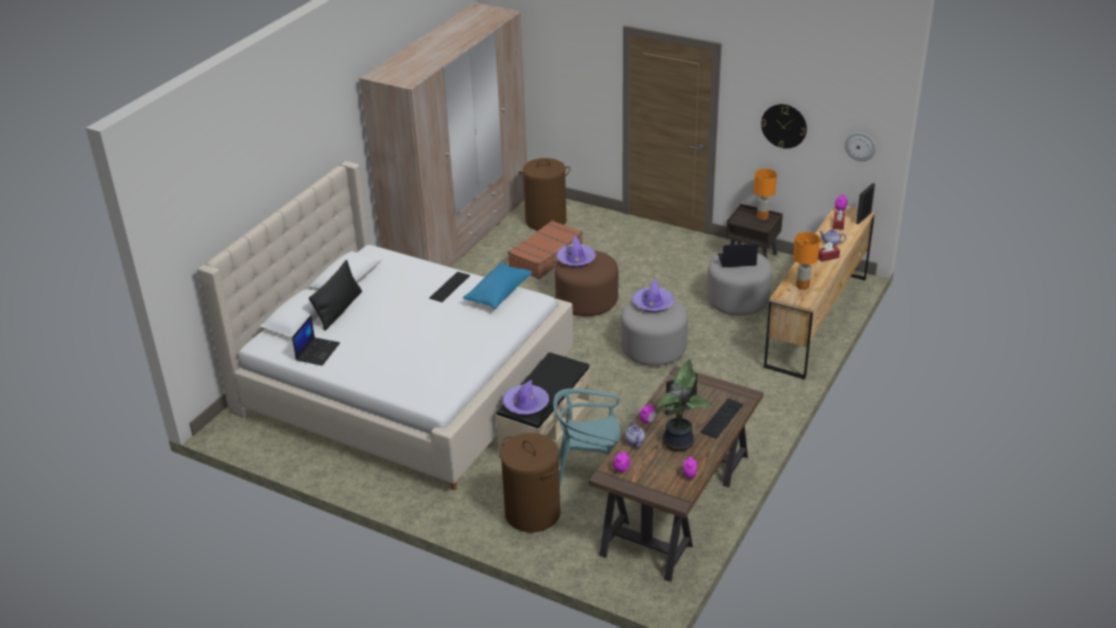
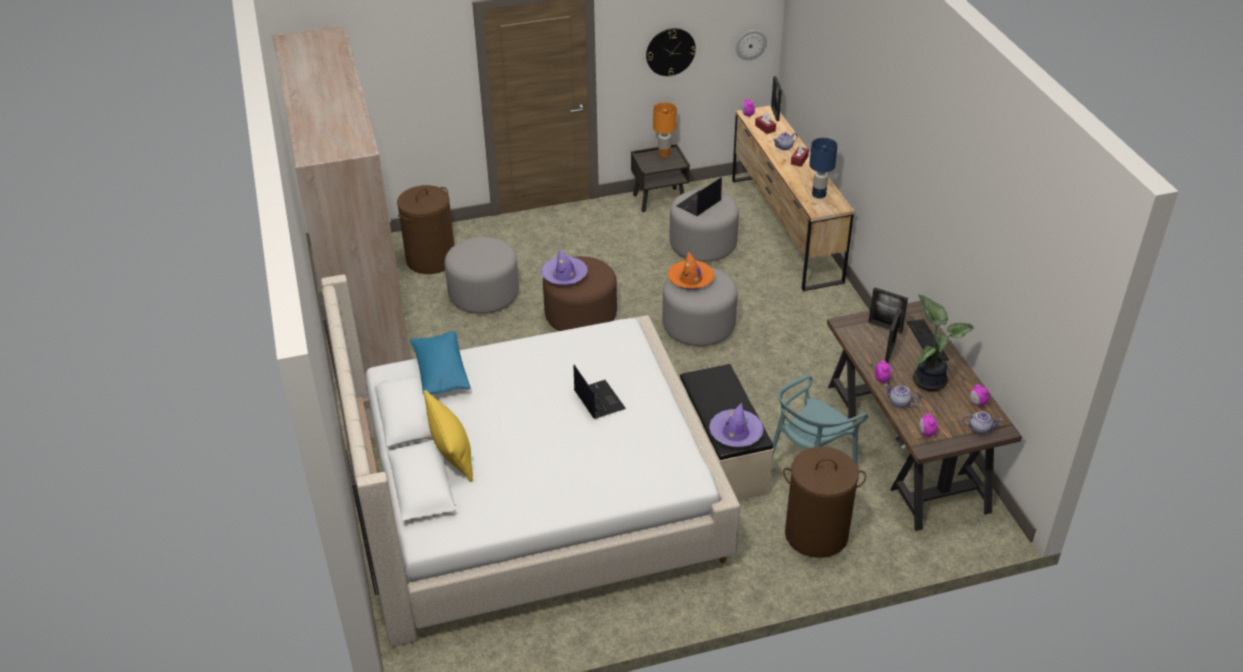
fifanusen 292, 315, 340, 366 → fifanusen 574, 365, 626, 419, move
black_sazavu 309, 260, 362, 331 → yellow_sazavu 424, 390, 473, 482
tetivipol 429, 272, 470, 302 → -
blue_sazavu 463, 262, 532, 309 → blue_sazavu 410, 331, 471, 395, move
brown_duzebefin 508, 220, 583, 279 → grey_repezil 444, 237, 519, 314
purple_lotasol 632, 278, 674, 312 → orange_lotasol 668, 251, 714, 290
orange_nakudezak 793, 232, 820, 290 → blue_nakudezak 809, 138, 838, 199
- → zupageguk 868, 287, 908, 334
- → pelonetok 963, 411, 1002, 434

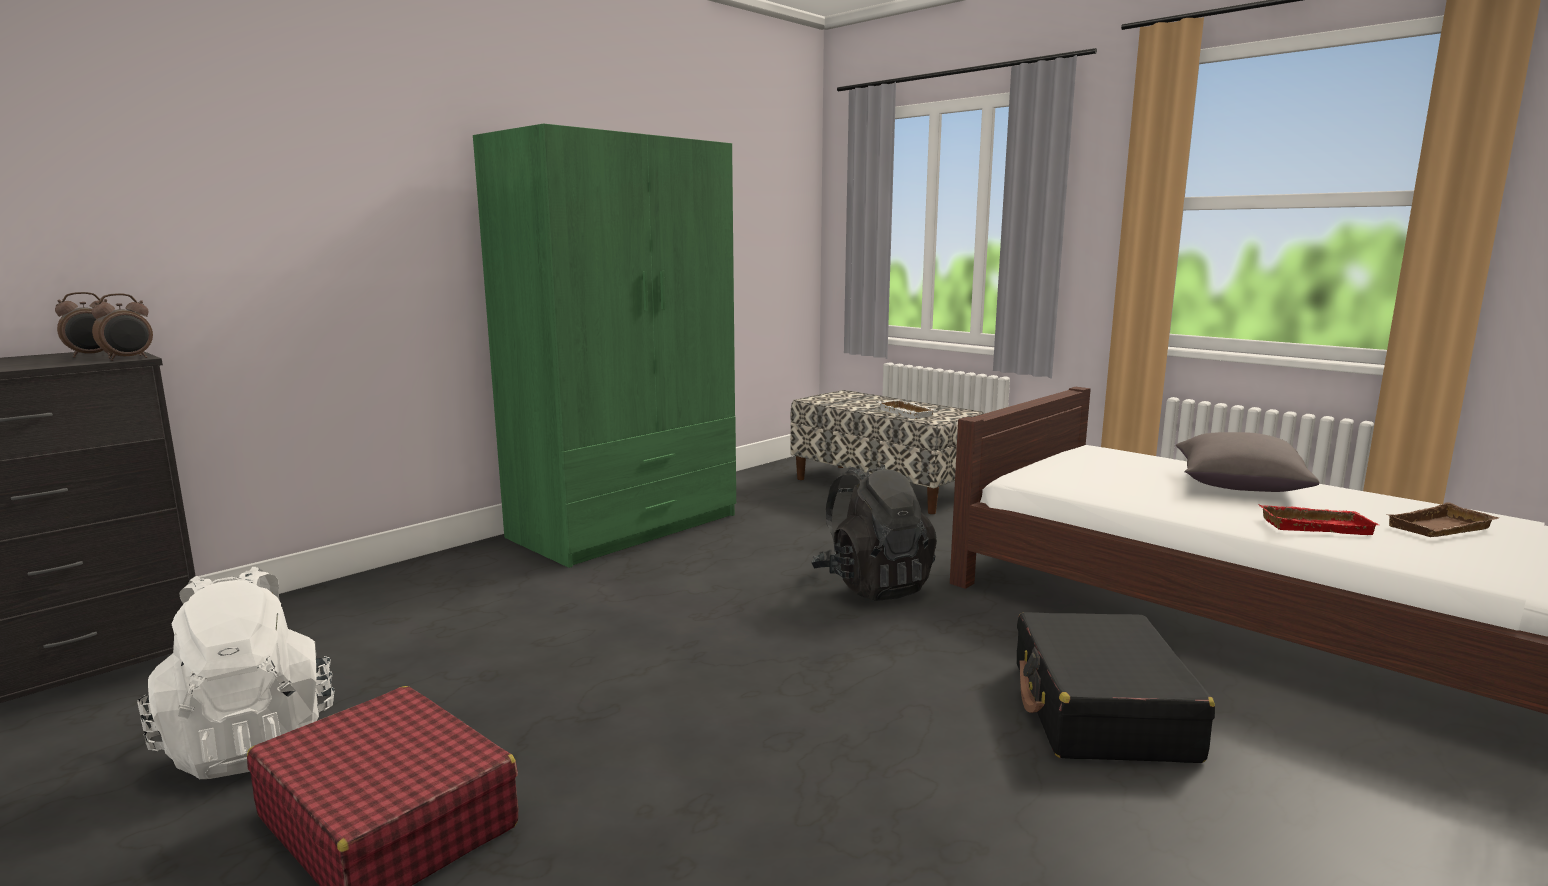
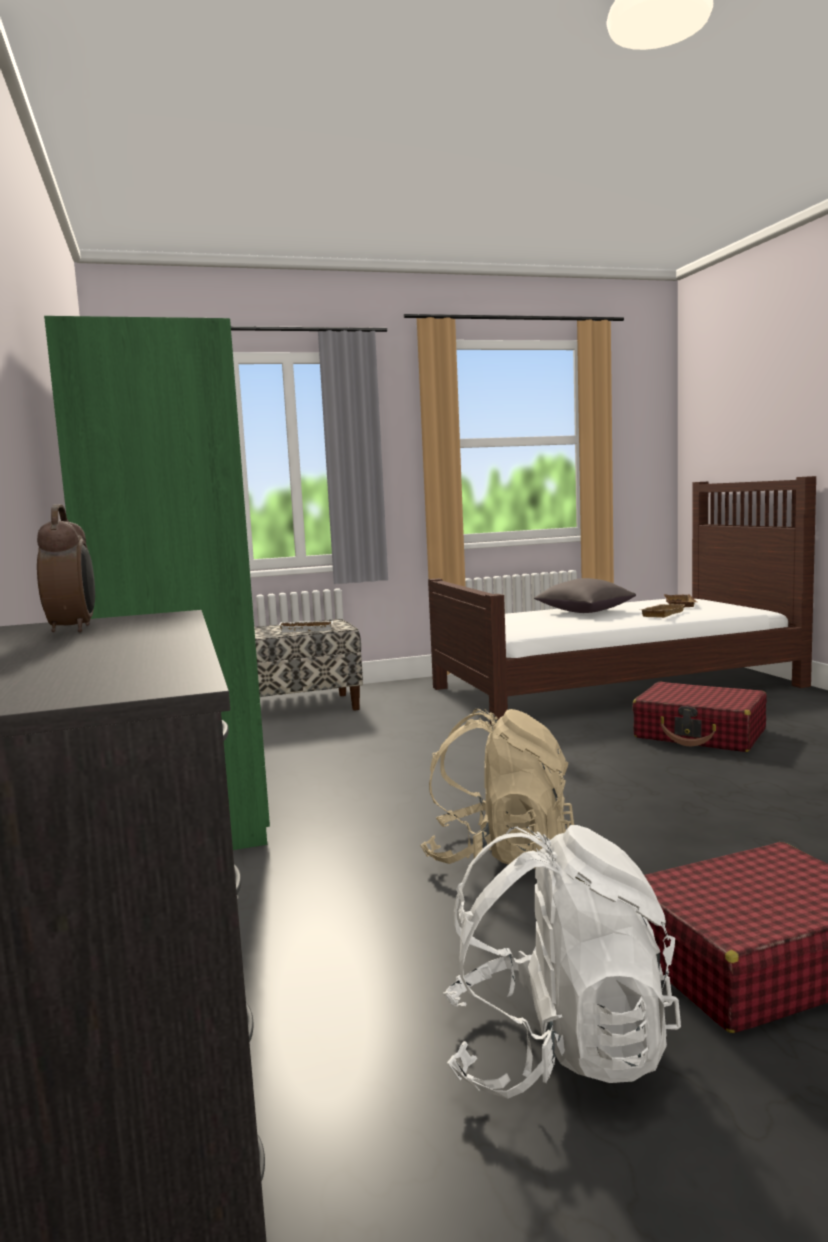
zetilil 92, 293, 153, 361 → -
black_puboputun 811, 464, 937, 601 → -
black_duzebefin 1017, 612, 1215, 763 → red_duzebefin 632, 682, 767, 752
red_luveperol 1259, 505, 1379, 535 → beige_luveperol 641, 604, 684, 618
- → beige_puboputun 420, 709, 574, 869

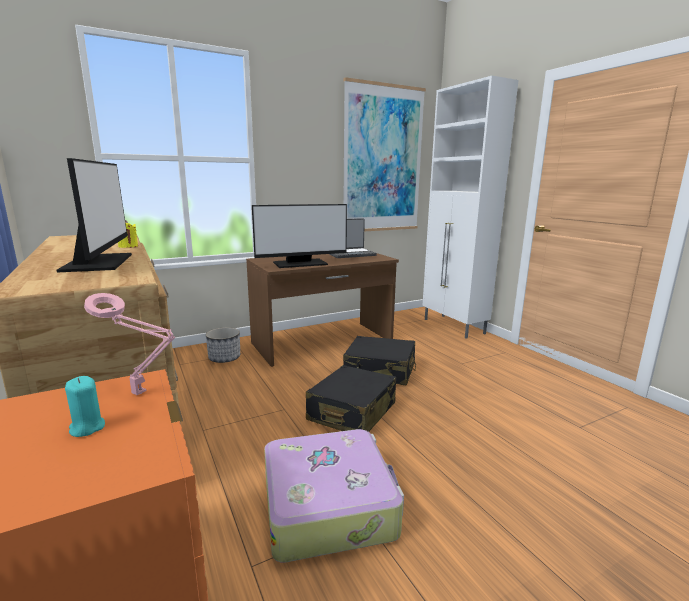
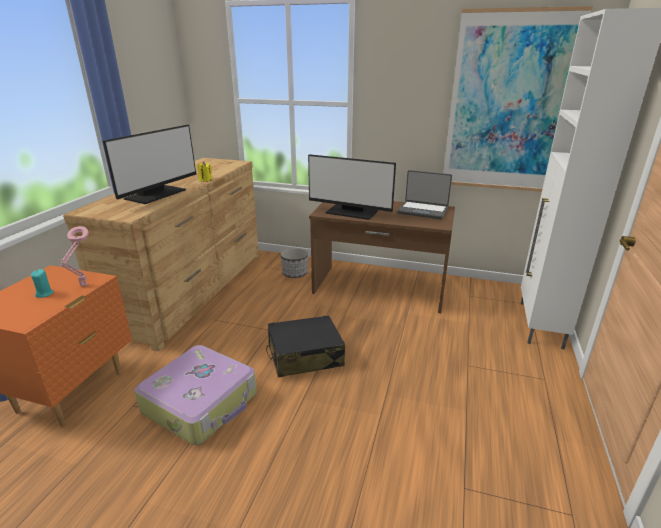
black_duzebefin 343, 336, 416, 385 → -

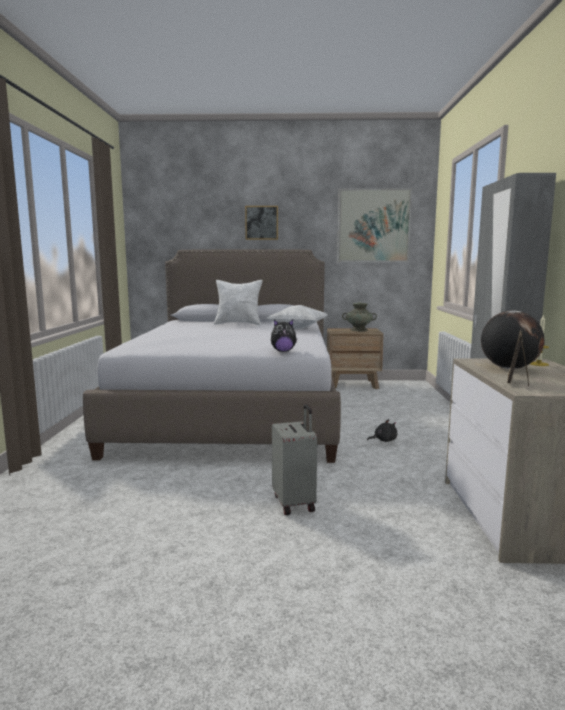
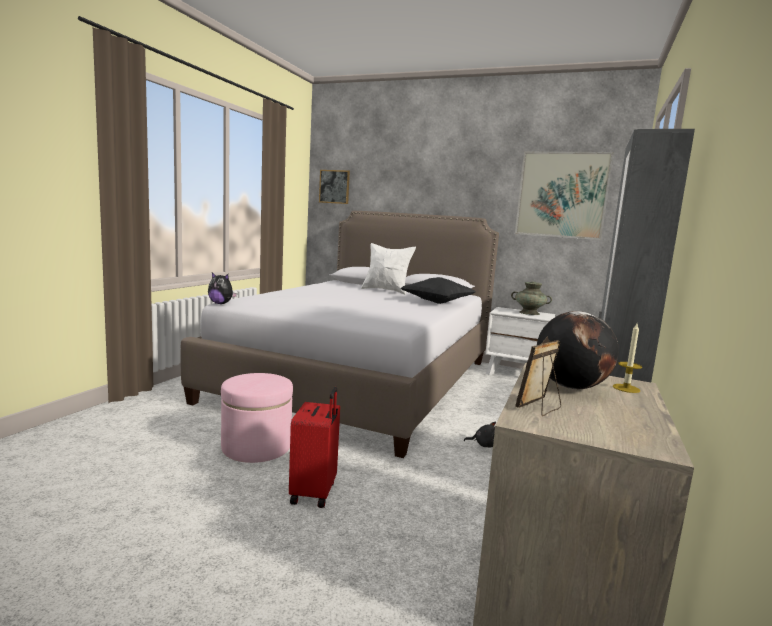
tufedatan 245, 206, 278, 240 → tufedatan 319, 170, 350, 204, move
white_sazavu 267, 305, 328, 329 → black_sazavu 401, 277, 476, 304
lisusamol 271, 320, 297, 352 → lisusamol 208, 273, 237, 304, move
grey_duzebefin 272, 404, 317, 515 → red_duzebefin 289, 387, 340, 508
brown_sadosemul 327, 328, 384, 389 → white_sadosemul 485, 307, 555, 375
- → pink_repezil 221, 373, 293, 463

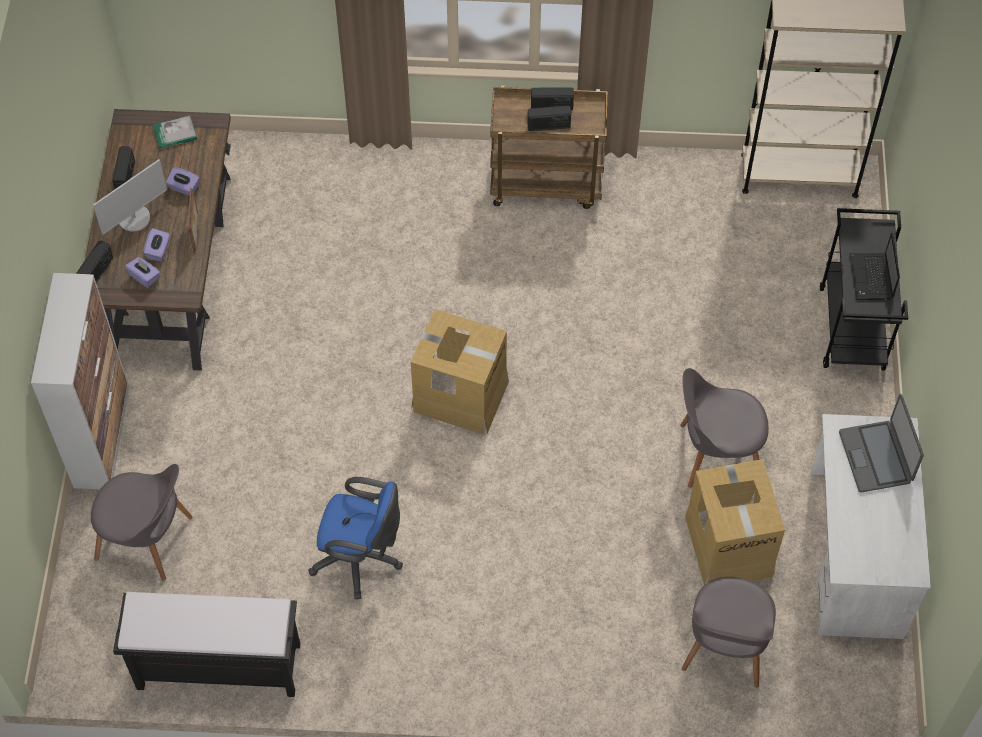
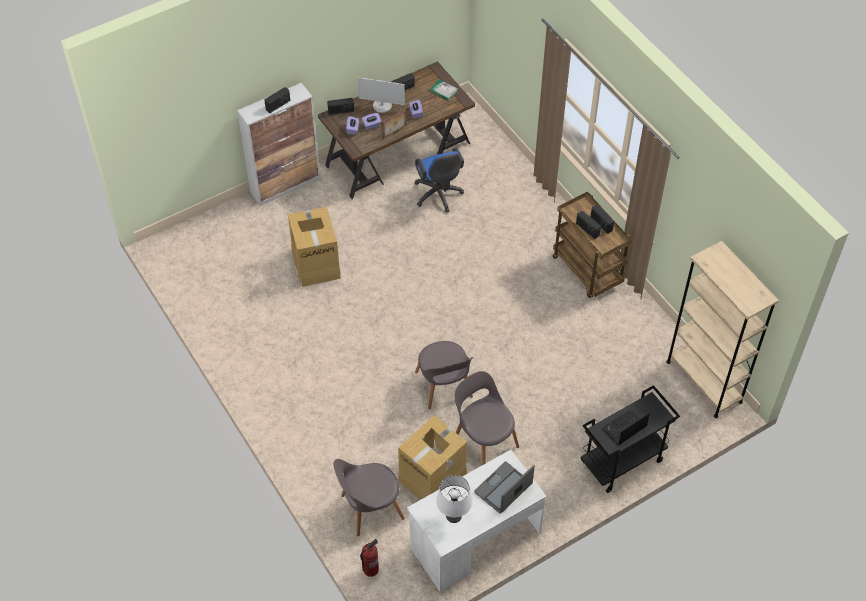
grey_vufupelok 91, 464, 192, 581 → grey_vufupelok 415, 341, 473, 409, move
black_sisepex 113, 592, 301, 697 → -
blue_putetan 308, 477, 403, 599 → blue_putetan 414, 148, 464, 213, move
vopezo 411, 309, 509, 435 → vopezo 288, 207, 341, 287, move
- → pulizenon 264, 87, 290, 113
- → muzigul 360, 539, 379, 577
- → white_nakudezak 436, 475, 473, 523

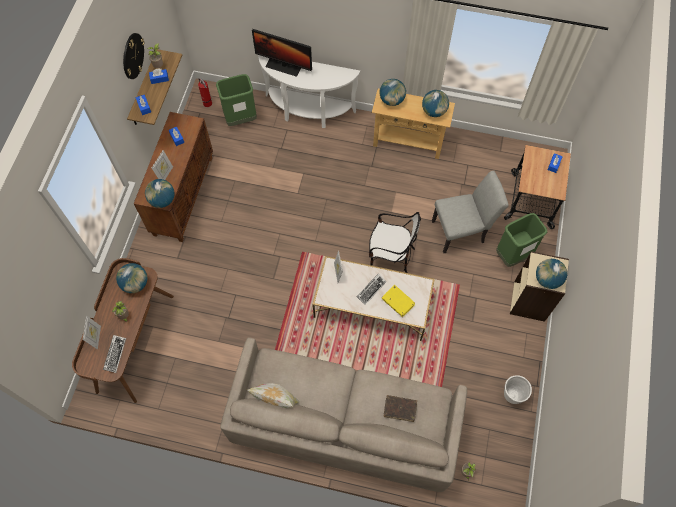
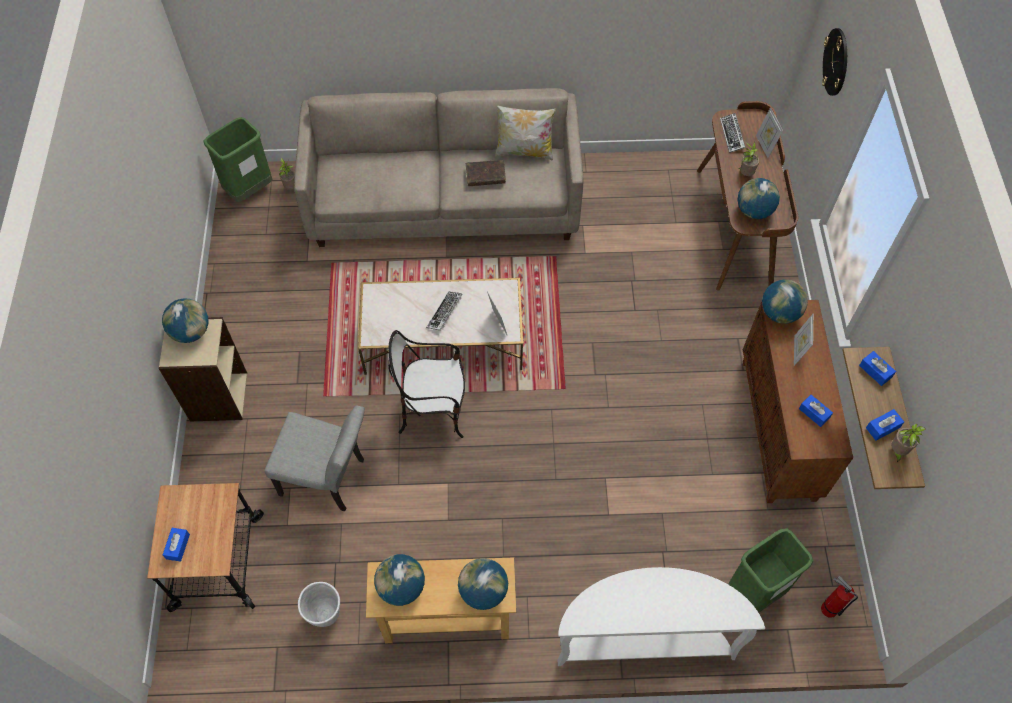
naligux 123, 33, 144, 79 → naligux 822, 28, 847, 96, move
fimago 252, 29, 312, 77 → -
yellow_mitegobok 382, 285, 415, 317 → -
brown_mitegobok 384, 395, 417, 422 → brown_mitegobok 466, 160, 506, 186, move
grey_vufupelok 432, 171, 509, 253 → grey_vufupelok 265, 406, 365, 512, 135 degrees counterclockwise
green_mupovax 496, 213, 547, 267 → green_mupovax 203, 117, 272, 202, move
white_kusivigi 504, 375, 532, 404 → white_kusivigi 298, 582, 340, 627, move

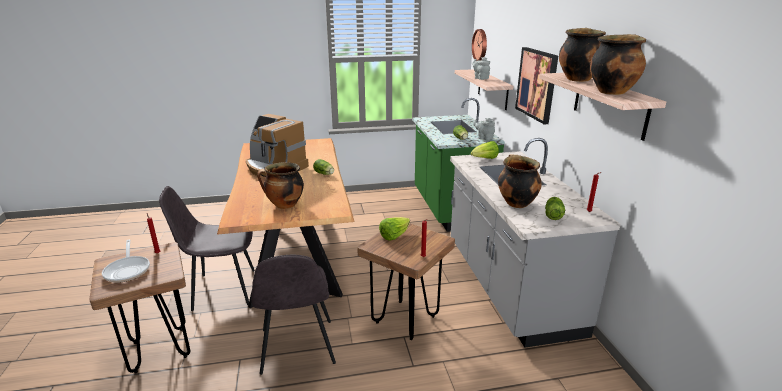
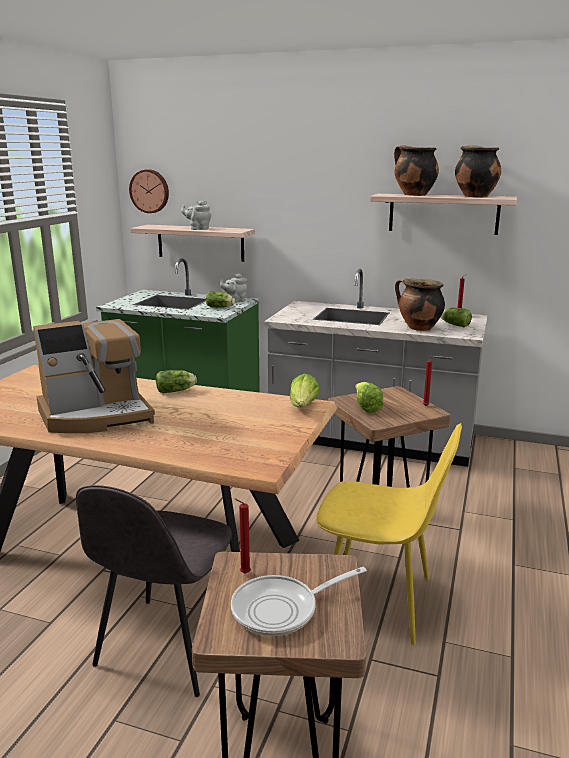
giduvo 102, 240, 150, 283 → giduvo 231, 567, 367, 636, 150 degrees clockwise
grey_vufupelok 251, 255, 336, 375 → yellow_vufupelok 316, 423, 462, 645
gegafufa 257, 162, 304, 209 → -
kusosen 471, 141, 499, 159 → kusosen 290, 374, 320, 407, move
tufedatan 515, 47, 558, 124 → -

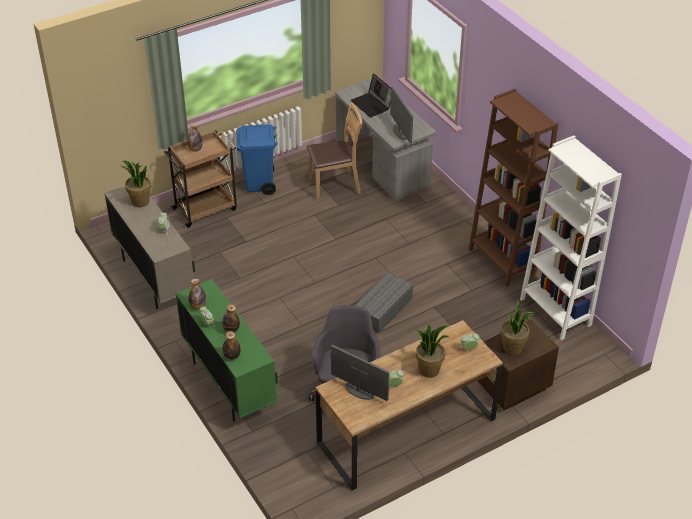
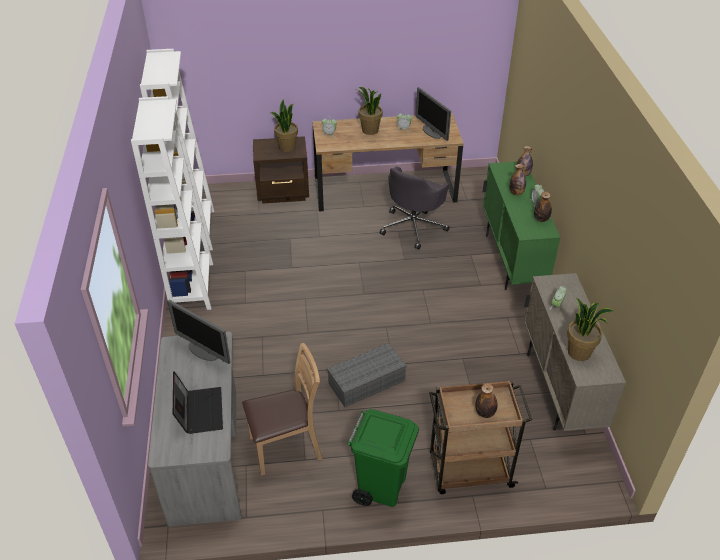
blue_mupovax 236, 124, 278, 195 → green_mupovax 347, 409, 419, 507
brown_vufupelok 307, 103, 363, 199 → brown_vufupelok 242, 343, 322, 475, 150 degrees clockwise
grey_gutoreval 355, 272, 414, 334 → grey_gutoreval 327, 343, 407, 407, move
fimago 390, 87, 413, 143 → fimago 167, 300, 230, 364, 60 degrees counterclockwise
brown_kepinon 469, 89, 558, 287 → white_kepinon 131, 96, 213, 310

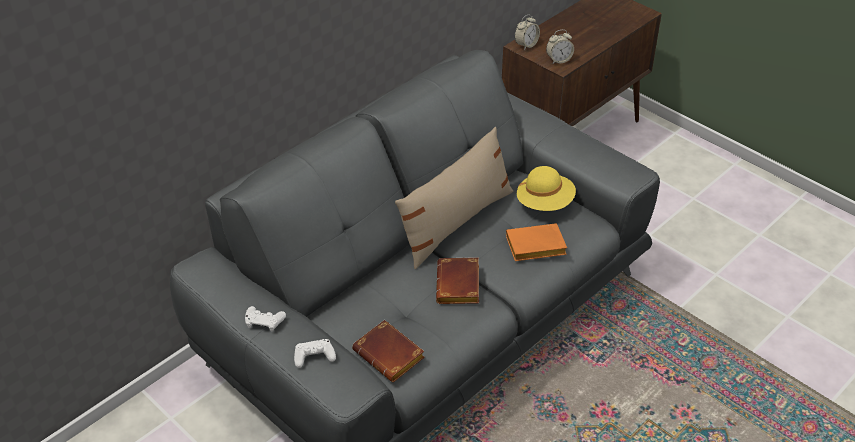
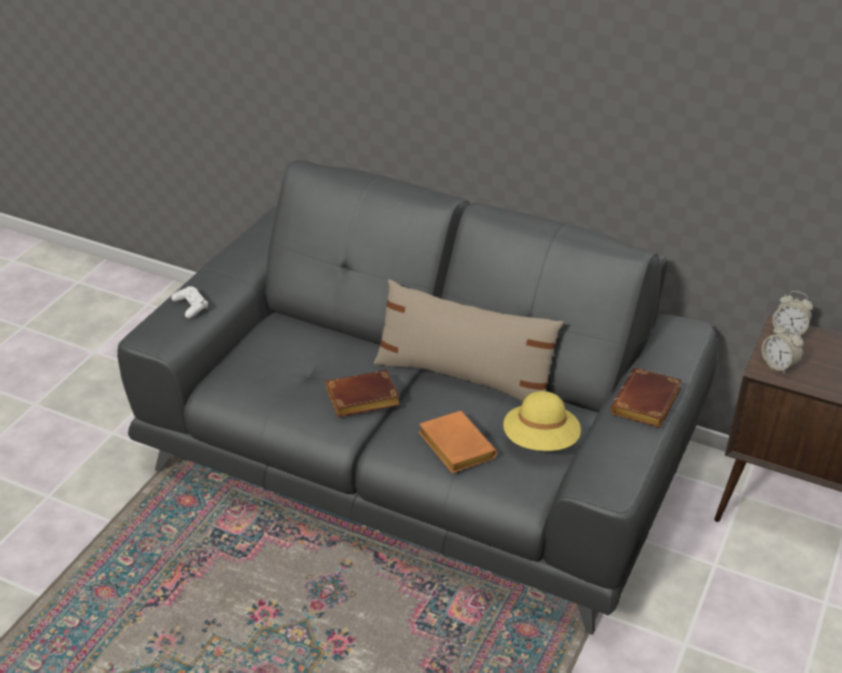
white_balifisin 245, 306, 286, 331 → -
brown_mitegobok 352, 320, 425, 382 → brown_mitegobok 610, 368, 682, 428, move

